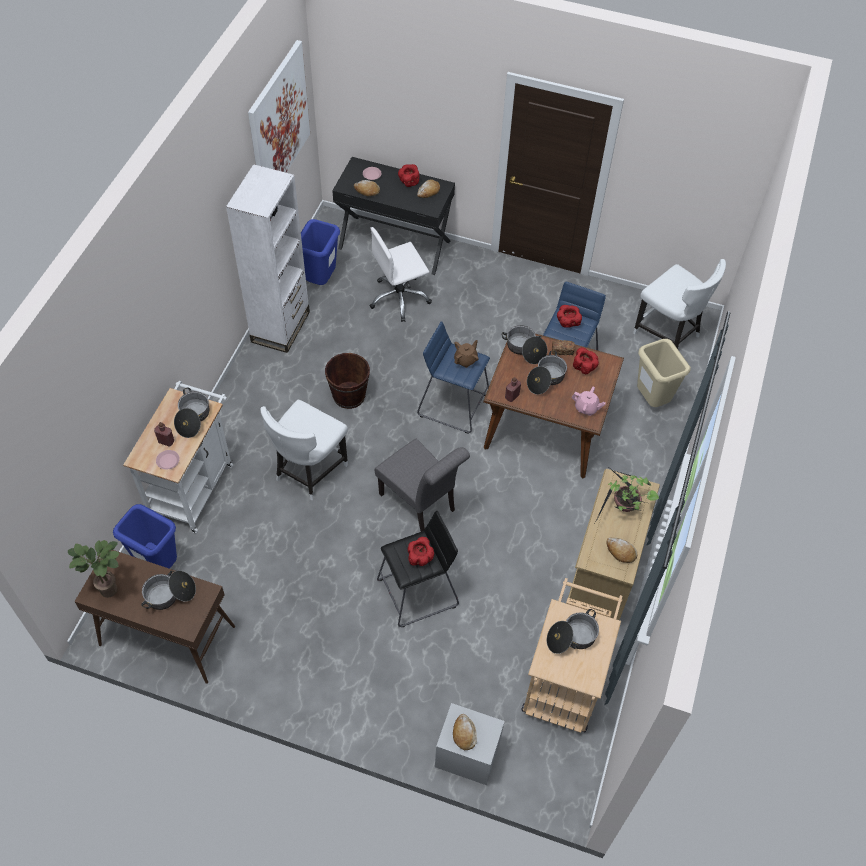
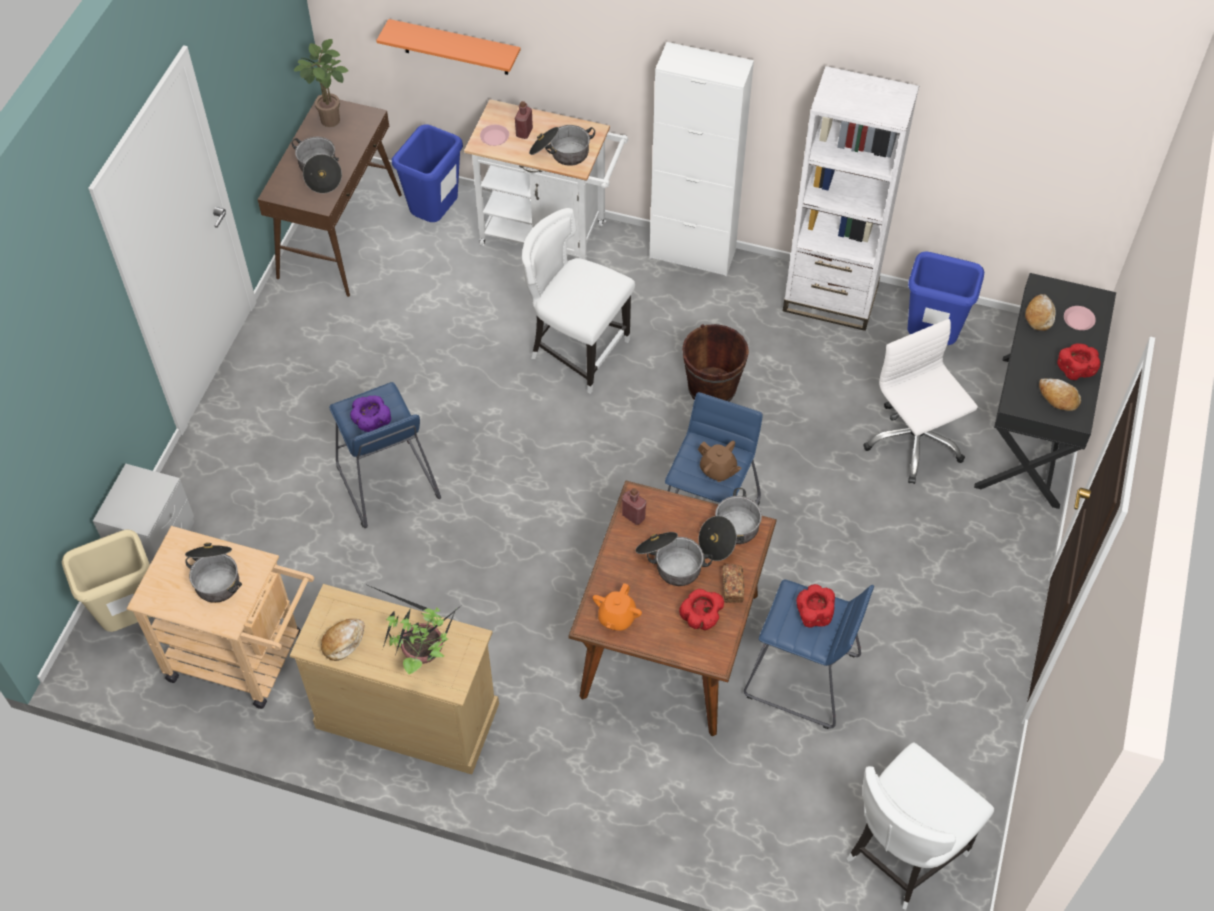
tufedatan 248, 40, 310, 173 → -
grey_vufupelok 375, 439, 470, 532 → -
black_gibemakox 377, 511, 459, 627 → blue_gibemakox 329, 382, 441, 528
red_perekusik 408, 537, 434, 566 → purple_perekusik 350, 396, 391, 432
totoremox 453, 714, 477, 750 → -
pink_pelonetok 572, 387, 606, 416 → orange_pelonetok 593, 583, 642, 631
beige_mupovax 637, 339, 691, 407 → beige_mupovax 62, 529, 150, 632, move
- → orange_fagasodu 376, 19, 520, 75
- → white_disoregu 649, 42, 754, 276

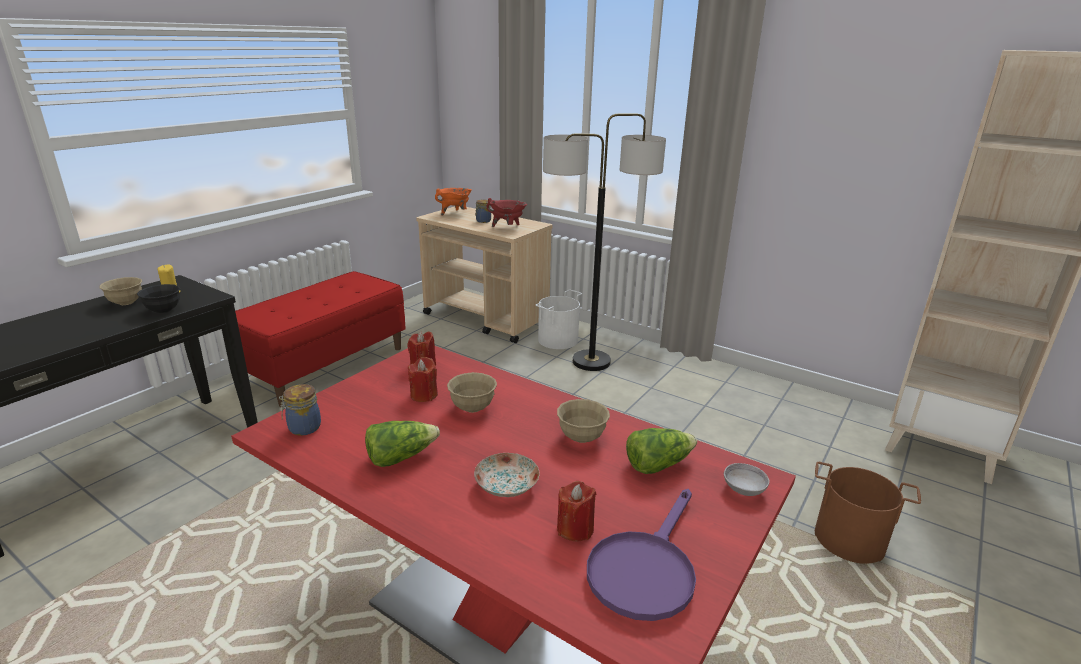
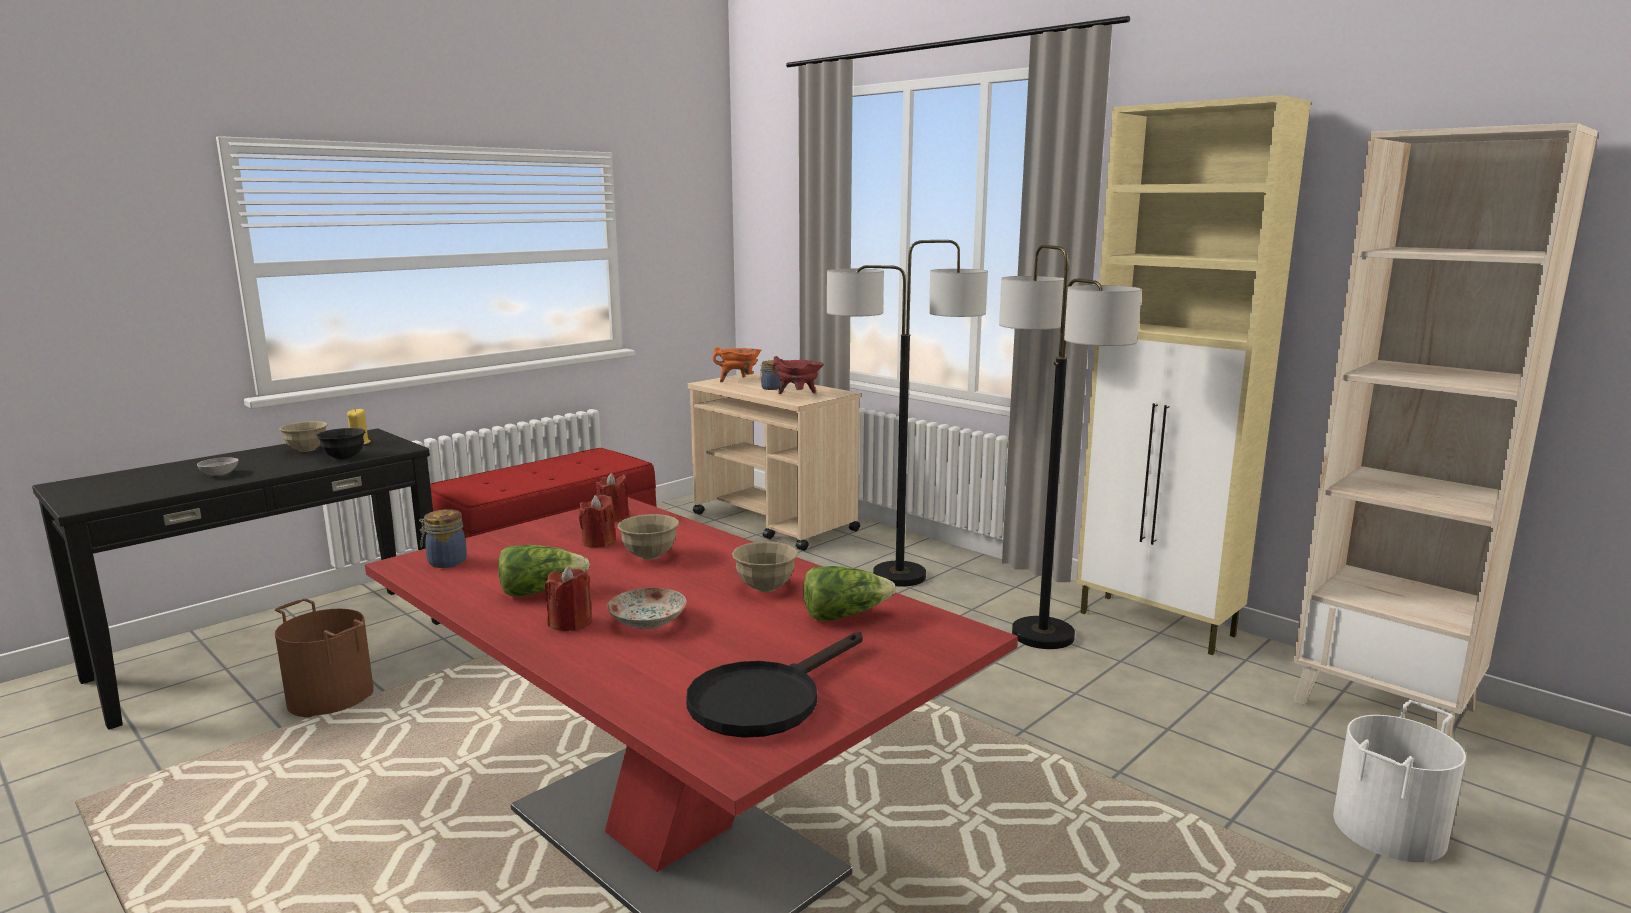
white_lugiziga 535, 290, 582, 349 → white_lugiziga 1333, 700, 1466, 862, move
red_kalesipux 557, 481, 596, 541 → red_kalesipux 545, 566, 592, 631, move
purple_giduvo 587, 489, 696, 621 → black_giduvo 686, 632, 862, 738
grey_perekusik 724, 463, 770, 496 → grey_perekusik 197, 457, 239, 476, move
brown_lugiziga 815, 462, 921, 564 → brown_lugiziga 275, 599, 374, 717, move
- → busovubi 999, 245, 1142, 649
- → beige_disoregu 1076, 95, 1311, 655

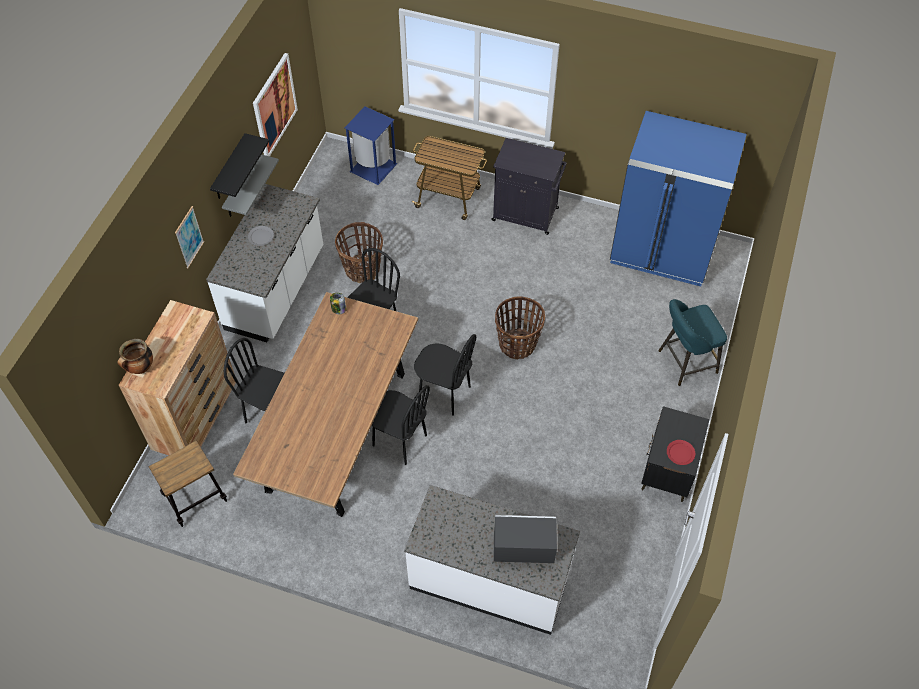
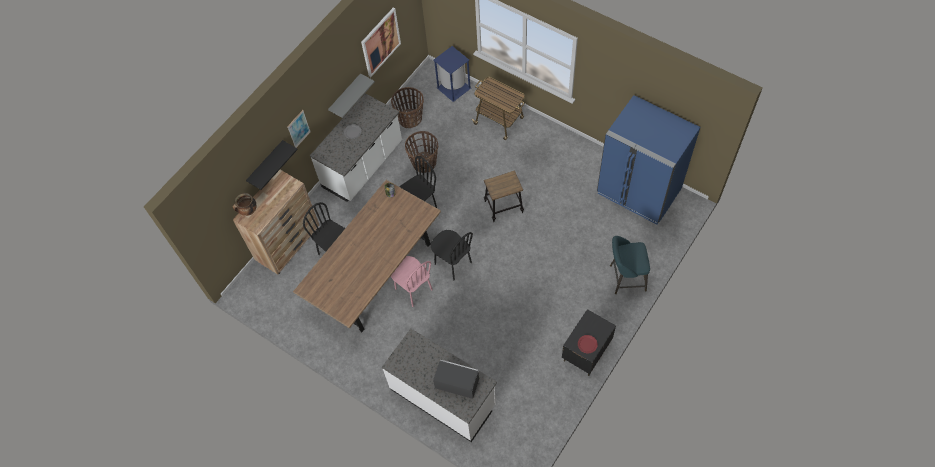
gibemakox 148, 440, 227, 527 → gibemakox 484, 170, 524, 222, move
black_fagasodu 210, 133, 269, 199 → black_fagasodu 246, 140, 298, 190, move
black_vufupelok 371, 385, 430, 465 → pink_vufupelok 391, 256, 433, 307
black_disoregu 491, 138, 567, 235 → -
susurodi 495, 296, 545, 359 → susurodi 391, 87, 424, 128, move

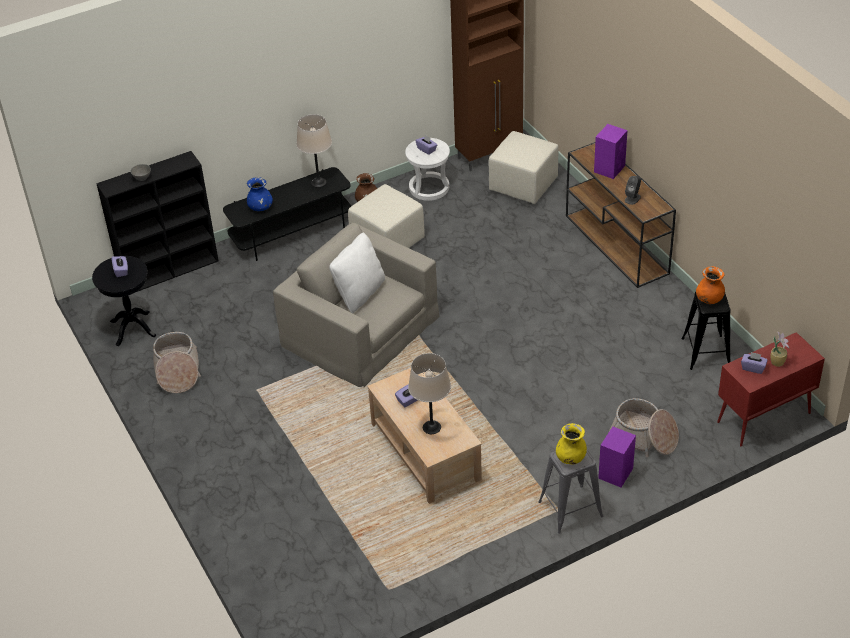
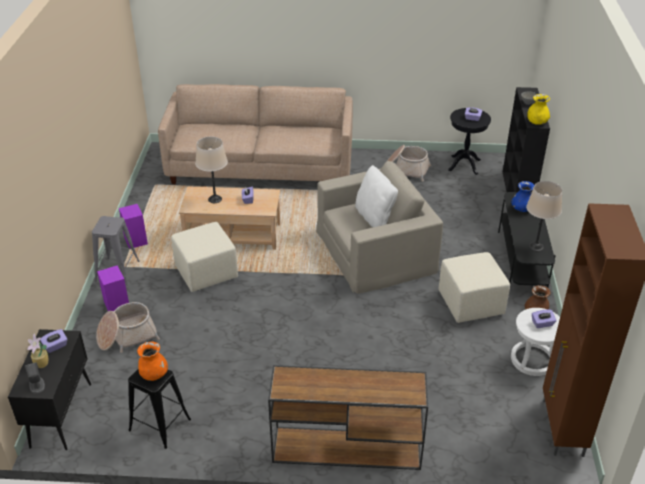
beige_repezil 488, 131, 558, 204 → beige_repezil 171, 222, 238, 292, move
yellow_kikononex 556, 423, 587, 465 → yellow_kikononex 527, 94, 550, 125, move
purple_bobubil 594, 124, 627, 179 → purple_bobubil 119, 204, 148, 248, move
grey_bobubil 625, 176, 641, 205 → grey_bobubil 25, 362, 45, 393, move
red_disoregu 717, 332, 825, 446 → black_disoregu 8, 329, 91, 450
- → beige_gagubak 158, 84, 353, 184

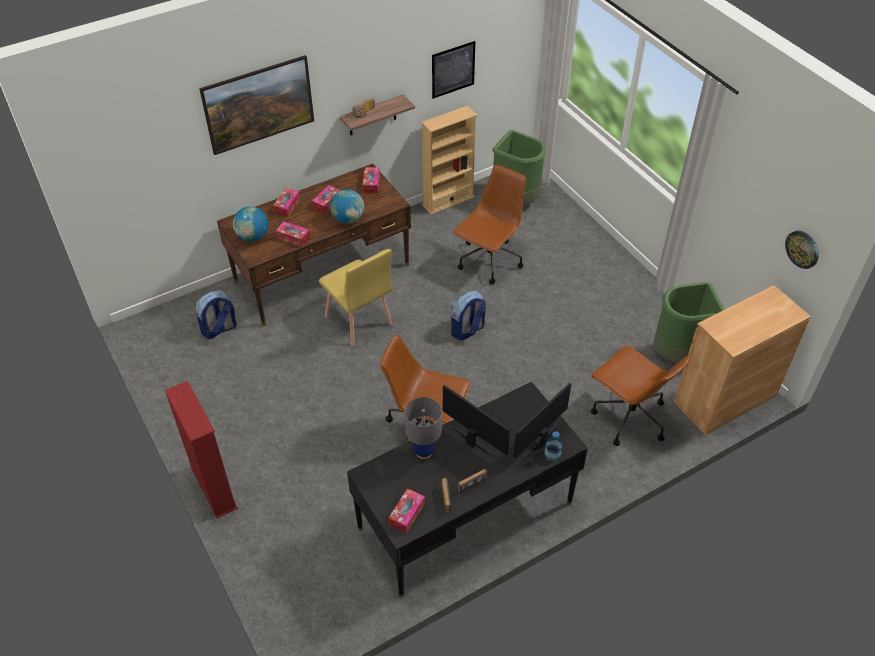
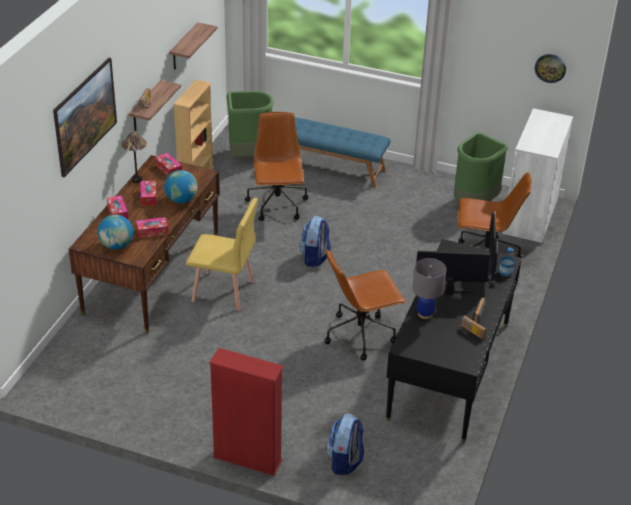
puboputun 196, 290, 237, 339 → puboputun 326, 414, 364, 475, move
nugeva 388, 488, 425, 533 → -
tufedatan 432, 41, 475, 99 → fagasodu 169, 23, 218, 70
brown_disoregu 674, 285, 811, 435 → white_disoregu 502, 108, 573, 243
- → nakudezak 121, 132, 147, 183
- → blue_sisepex 295, 117, 391, 188

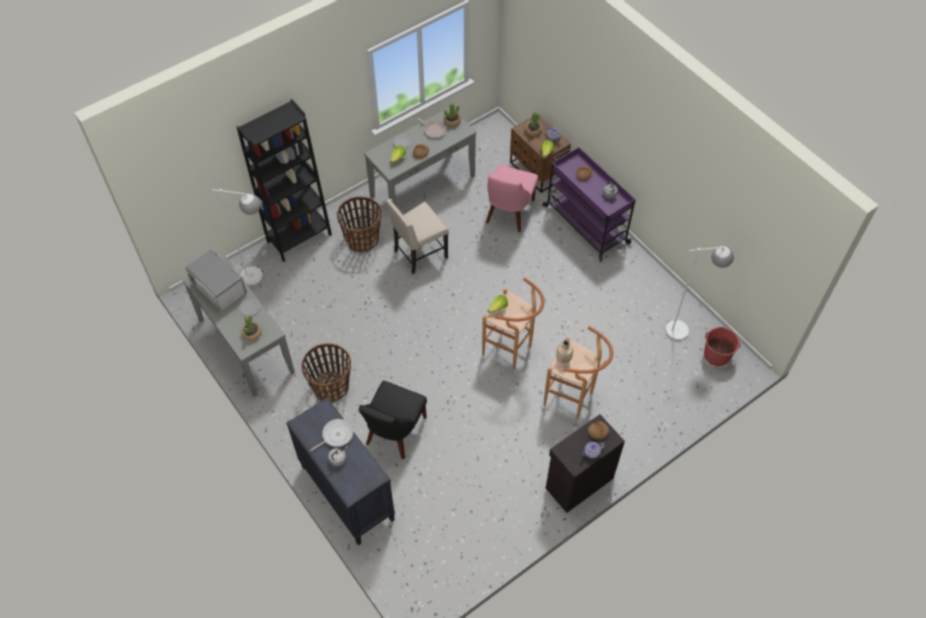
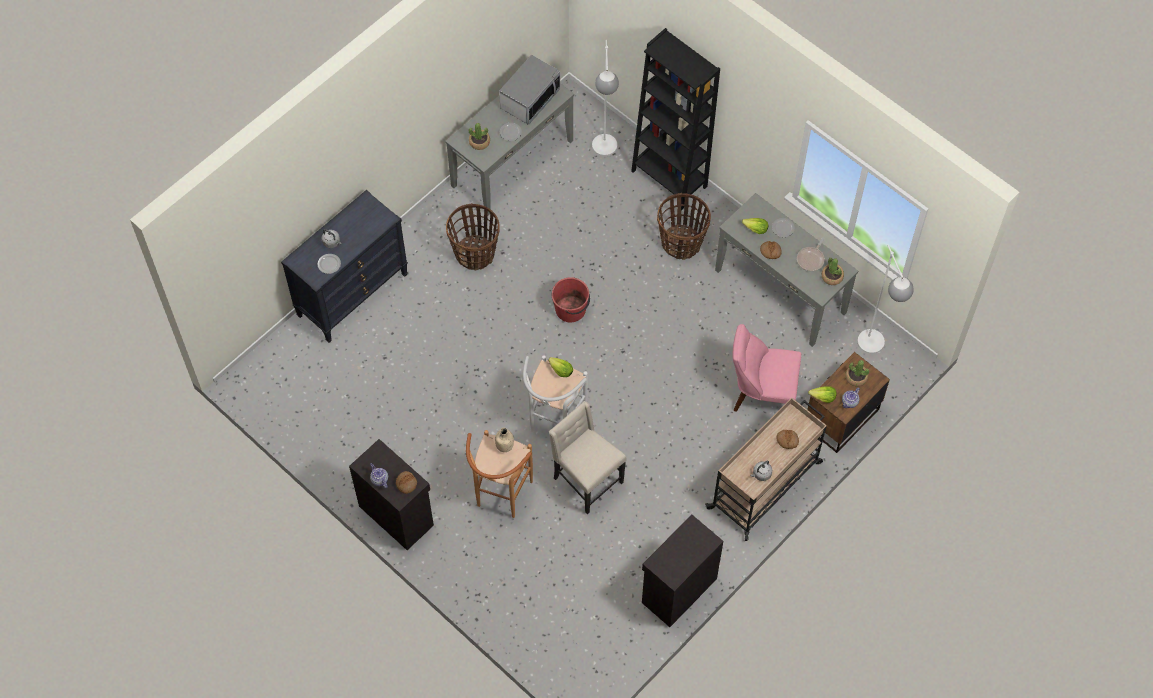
giduvo 310, 419, 353, 452 → -
black_vufupelok 359, 381, 427, 459 → -
beige_vufupelok 387, 199, 449, 274 → beige_vufupelok 549, 401, 626, 514, move
brown_gibemakox 482, 278, 545, 370 → white_gibemakox 523, 355, 588, 432
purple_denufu 543, 147, 636, 262 → beige_denufu 705, 397, 827, 541
white_busovubi 666, 246, 734, 341 → white_busovubi 857, 245, 914, 354, move
red_lugiziga 704, 327, 741, 366 → red_lugiziga 552, 277, 590, 323, move
- → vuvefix 317, 254, 341, 274
- → black_disoregu 642, 515, 723, 627

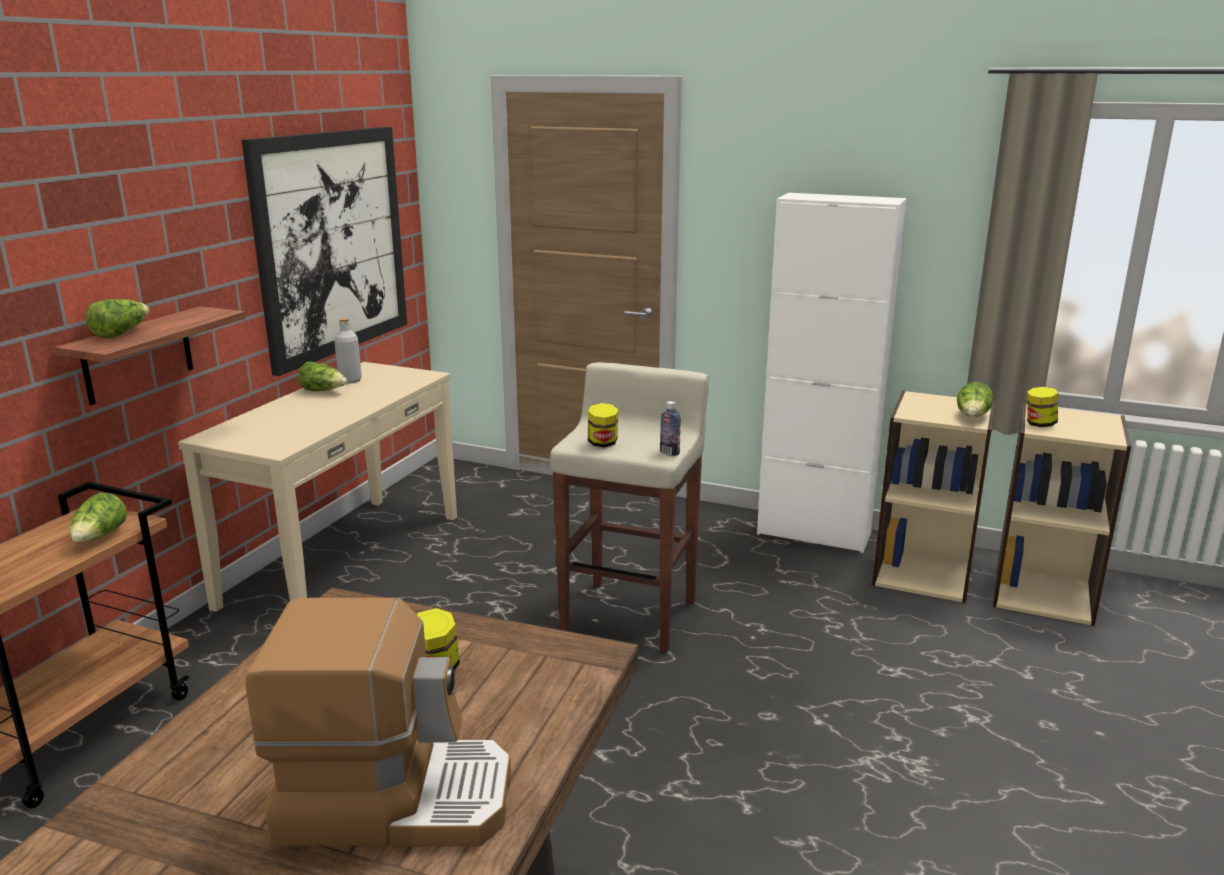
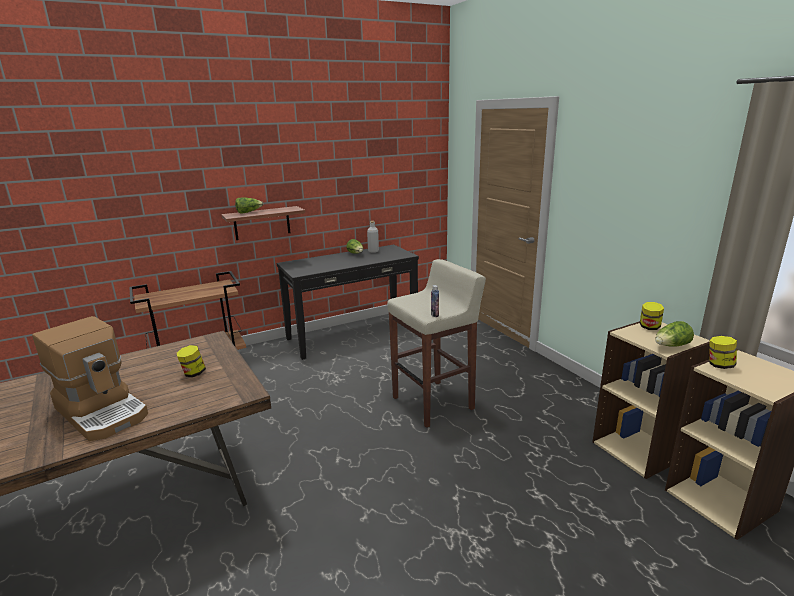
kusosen 70, 493, 127, 542 → -
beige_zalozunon 178, 362, 457, 612 → black_zalozunon 277, 245, 419, 360
tufedatan 242, 127, 407, 376 → -
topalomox 588, 403, 618, 448 → topalomox 640, 302, 664, 330, move
white_disoregu 757, 193, 906, 553 → -

